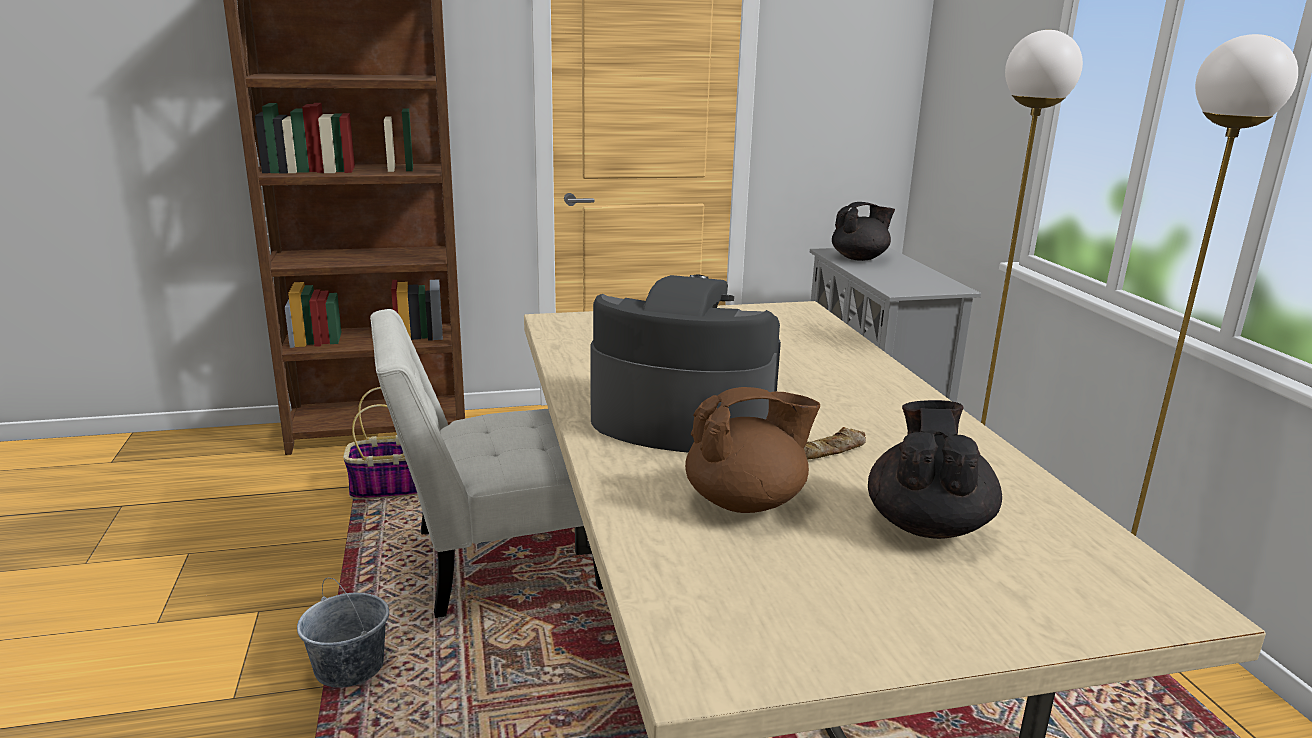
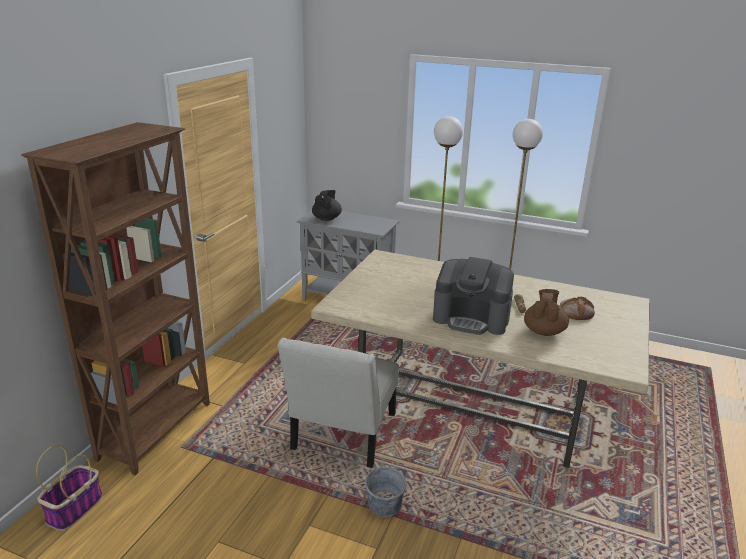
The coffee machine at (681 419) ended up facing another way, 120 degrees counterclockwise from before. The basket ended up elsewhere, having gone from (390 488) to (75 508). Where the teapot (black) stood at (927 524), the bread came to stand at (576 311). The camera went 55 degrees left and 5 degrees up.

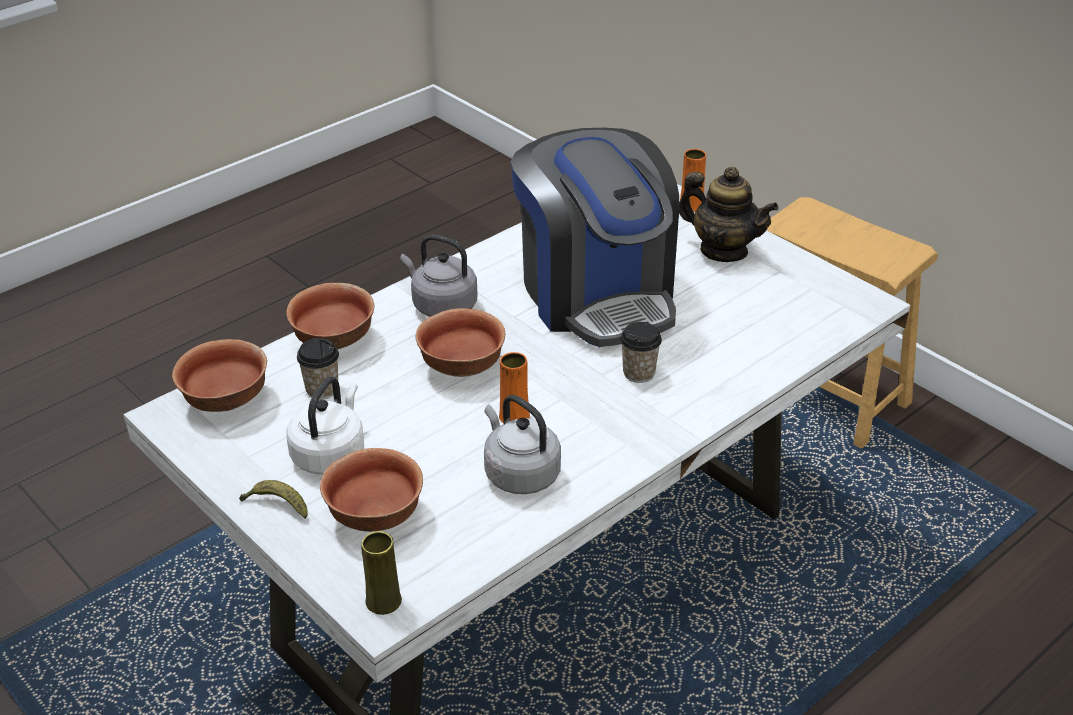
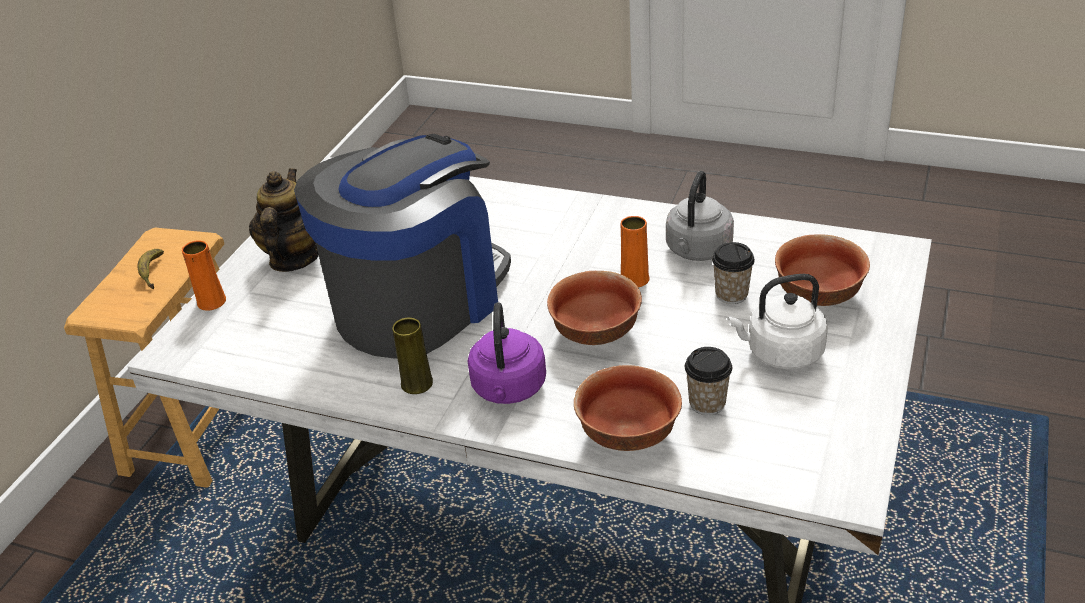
What was the kettle (grey) at (441 306) turned into the kettle (purple) at (509 389). The cup ended up elsewhere, having gone from (639 373) to (731 294). The second view lost the bowl at (227 402). The banana ended up elsewhere, having gone from (277 505) to (152 273). The vase (yellow) ended up elsewhere, having gone from (383 601) to (417 384). The camera went 115 degrees left and 0 degrees up.

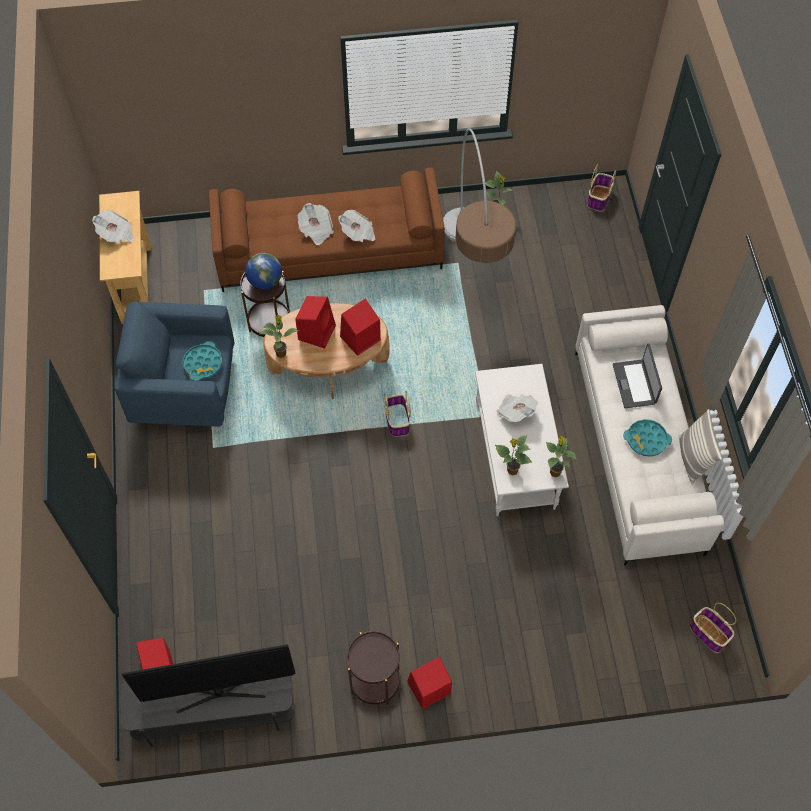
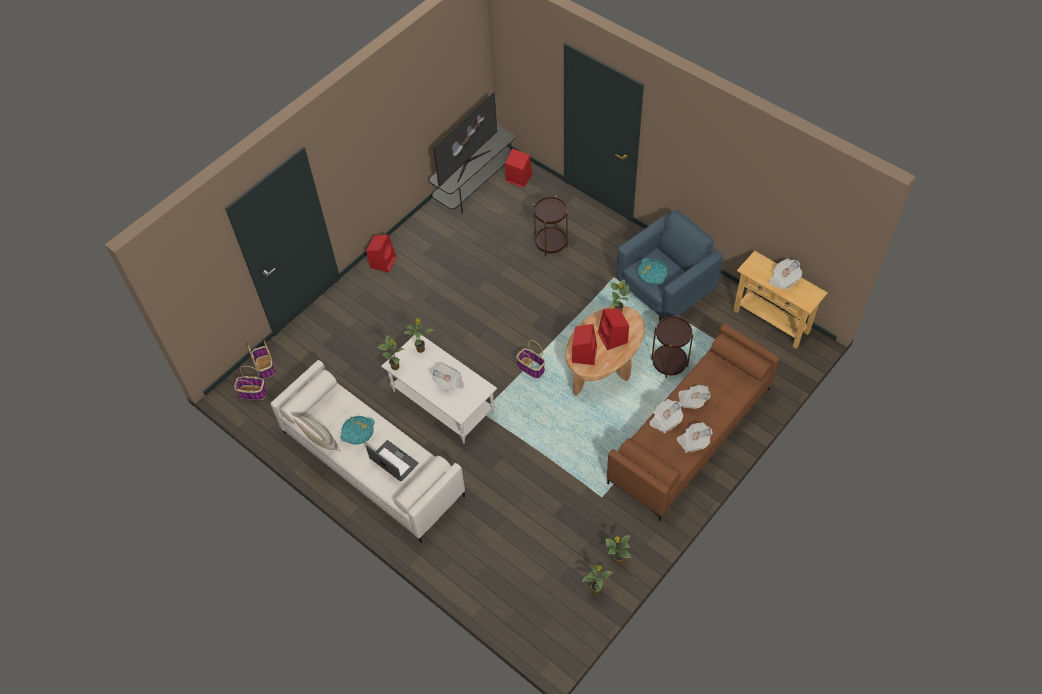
The second view lost the floor lamp at (472 273). The basket ended up elsewhere, having gone from (598 198) to (265 367). The second view lost the globe at (265 281). The side table (brown) ended up elsewhere, having gone from (375 681) to (551 243). The second view gained the newspaper at (693 441). The second view gained the potted plant at (596 590). The camera went 140 degrees right and 5 degrees down.

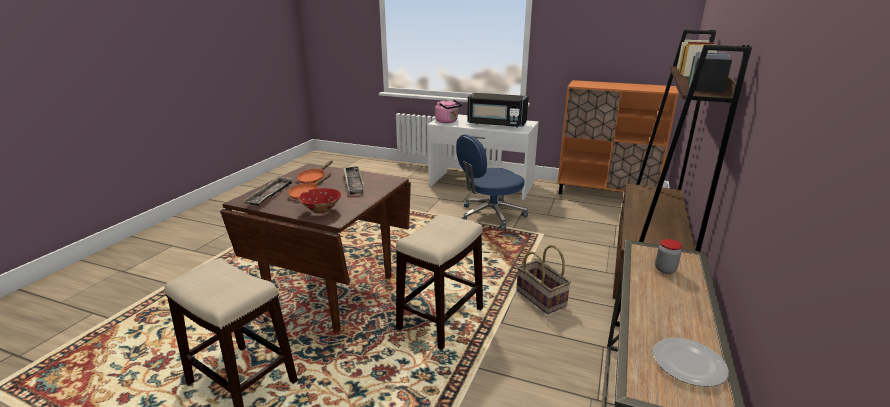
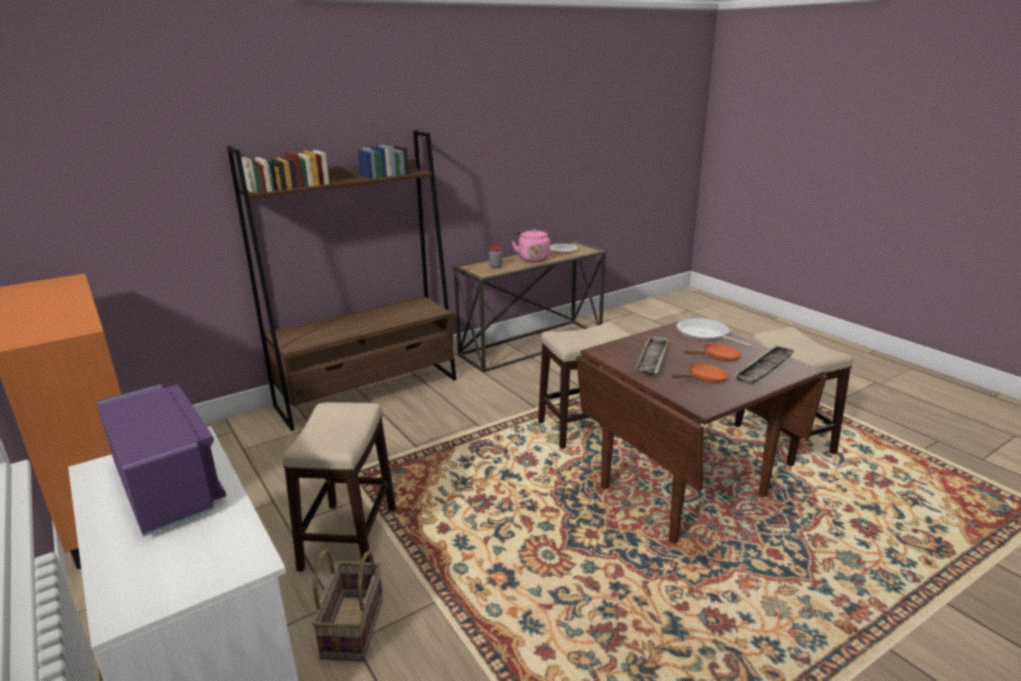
What was the microwave (black) at (496 124) turned into the microwave (purple) at (167 486). The kettle (pink) ended up elsewhere, having gone from (447 121) to (533 258). Where the office chair (blue) stood at (490 216), the stool came to stand at (349 538). Where the bowl (red) stood at (321 210), the frying pan came to stand at (705 335). The basket ended up elsewhere, having gone from (541 298) to (352 627). The camera went 145 degrees left and 0 degrees up.

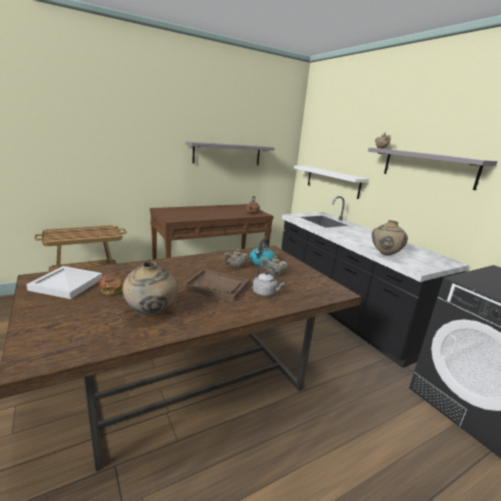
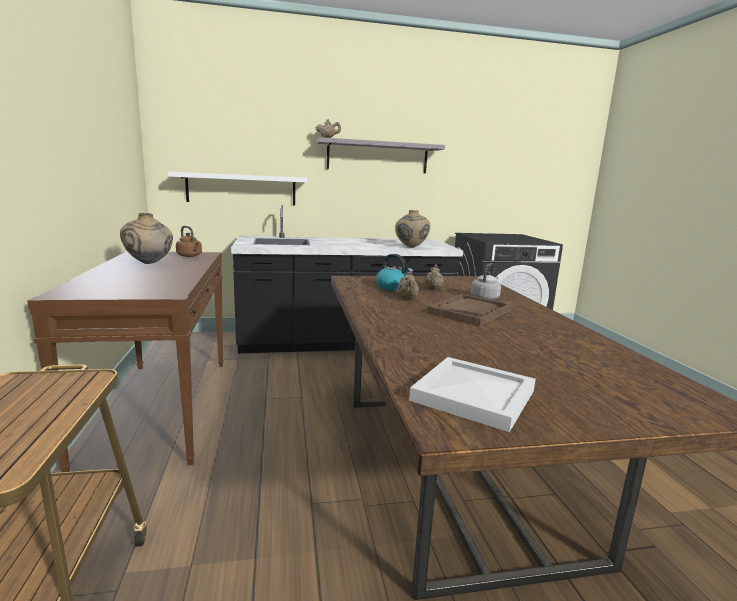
The second view lost the shelf (grey) at (227 154). The vase (beige) ended up elsewhere, having gone from (151 313) to (149 263). The second view lost the bread at (111 290). The camera went 70 degrees left and 5 degrees down.

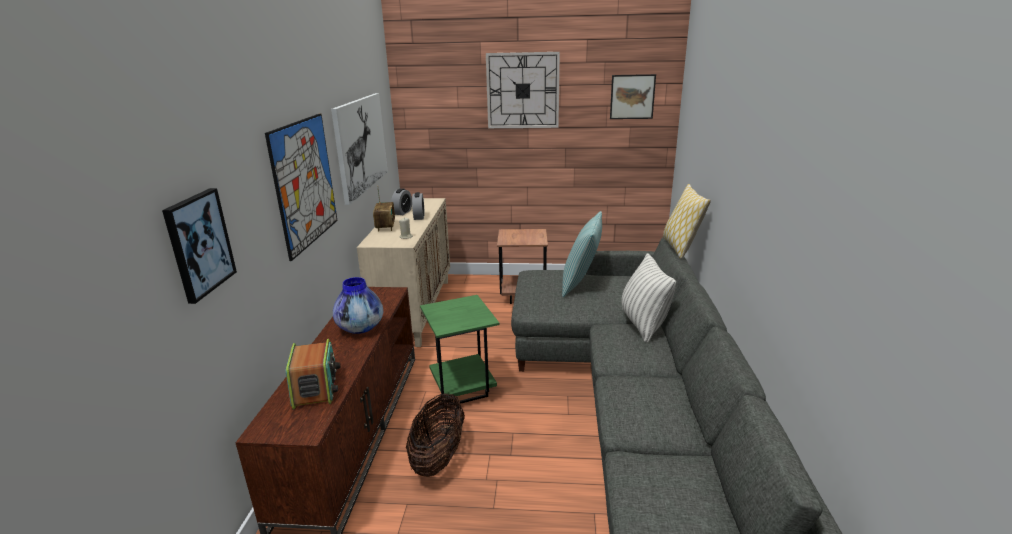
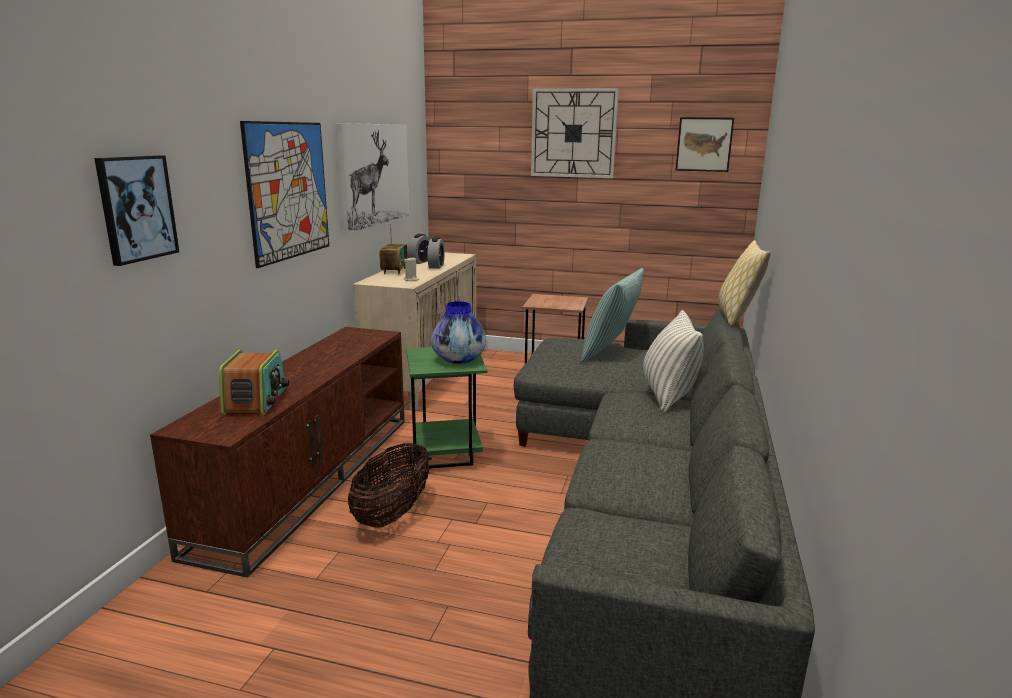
The vase ended up elsewhere, having gone from (361 328) to (459 360). The camera went 10 degrees right and 5 degrees down.

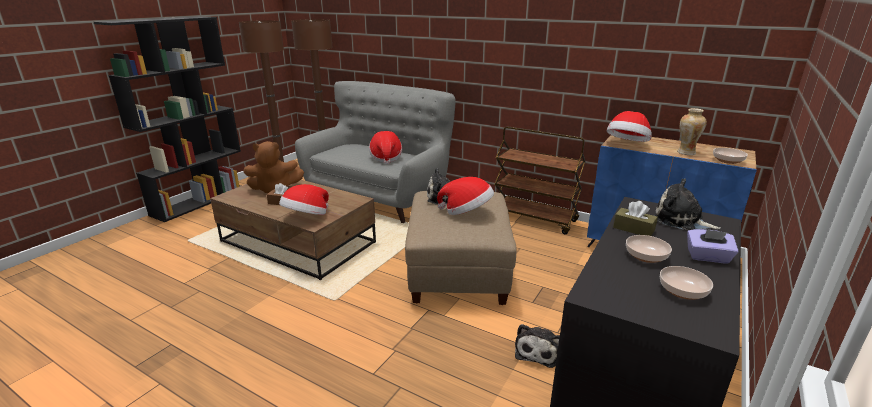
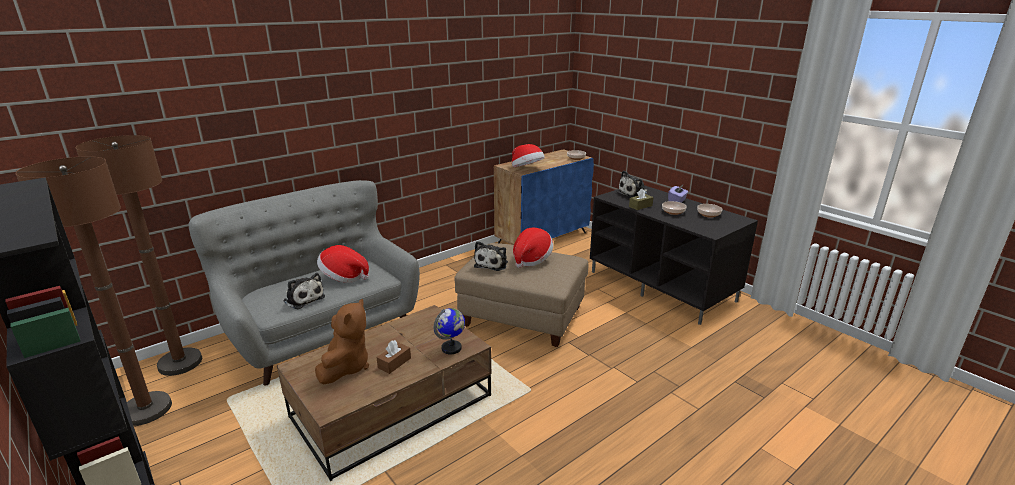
The second view lost the vase at (686 152). The second view lost the cart (brown) at (534 218). Where the hat stood at (306 217), the globe came to stand at (451 348). The plush toy ended up elsewhere, having gone from (538 351) to (303 298). The camera went 70 degrees left and 0 degrees up.

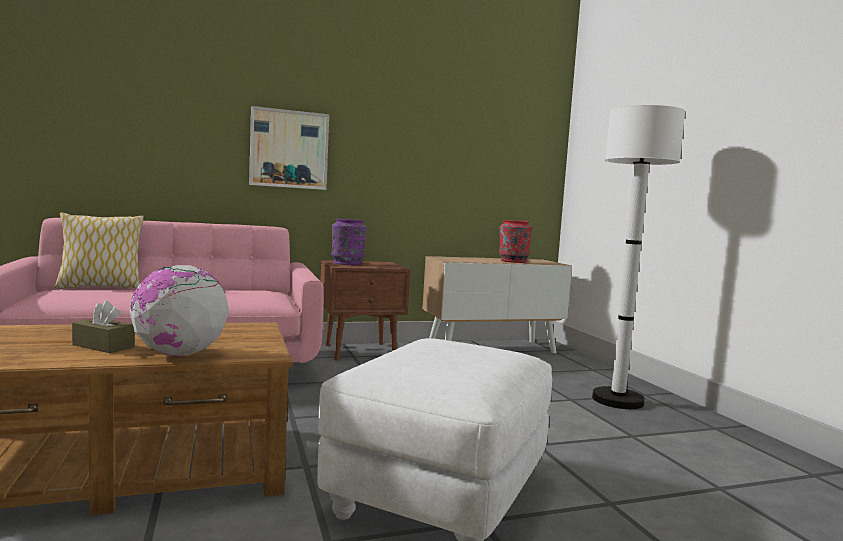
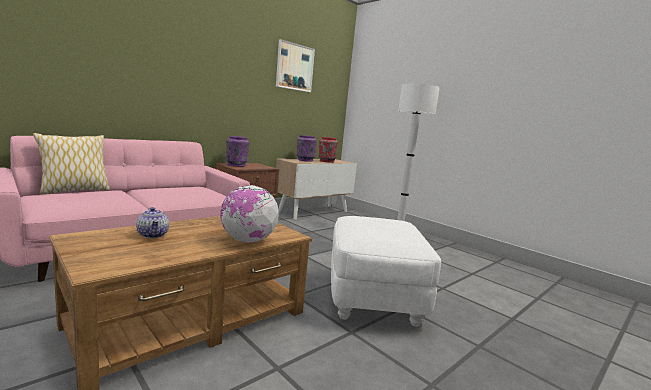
The picture ended up elsewhere, having gone from (289 149) to (294 67). The second view lost the tissue box (brown) at (103 346). The second view gained the vase (purple) at (305 160). The second view gained the teapot at (153 235). The camera went 25 degrees left and 5 degrees up.

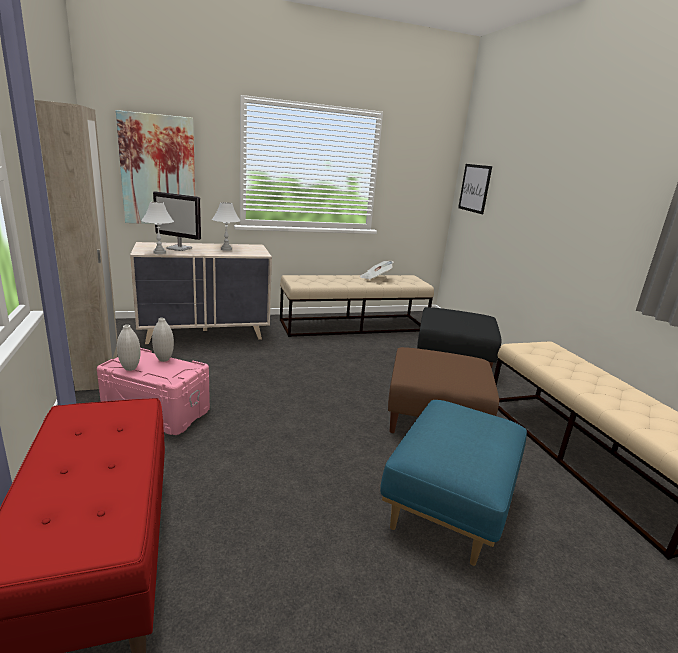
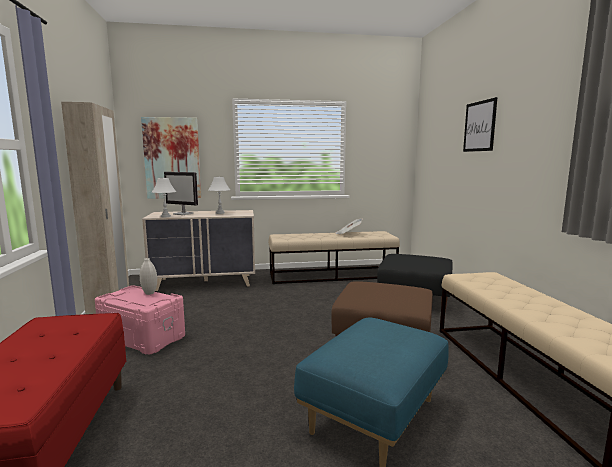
The picture ended up elsewhere, having gone from (474 188) to (479 126). The second view lost the vase (white) at (130 368). The camera went 10 degrees right and 10 degrees down.

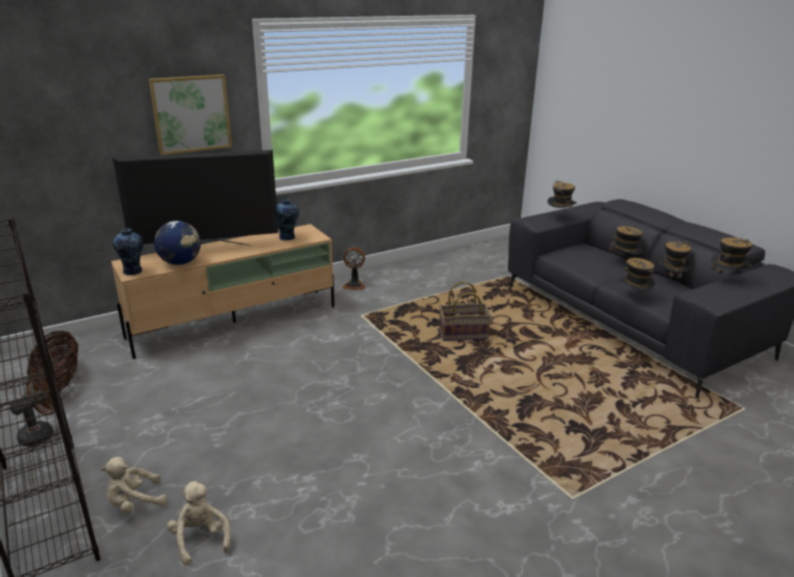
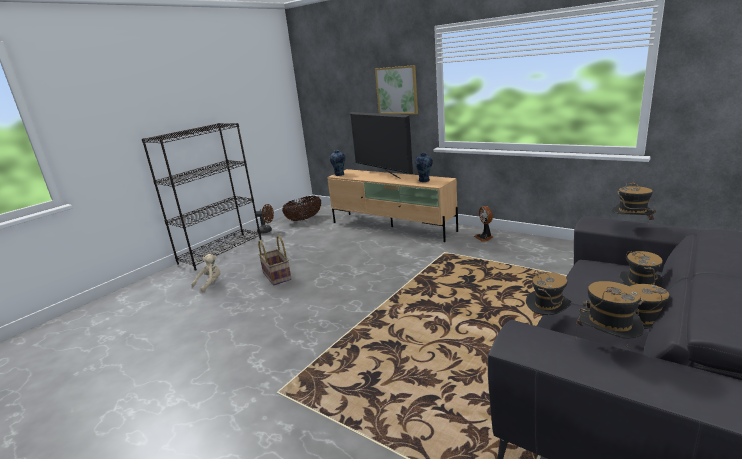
The second view lost the globe at (180 262). The basket ended up elsewhere, having gone from (463 334) to (277 276). The second view lost the plush toy (beige) at (135 503). The camera went 70 degrees right and 5 degrees down.

